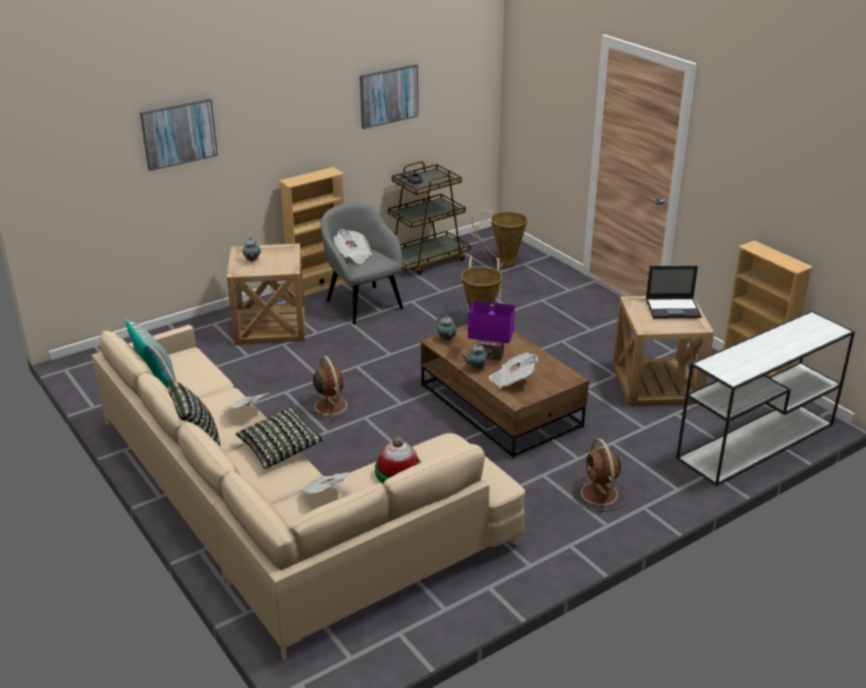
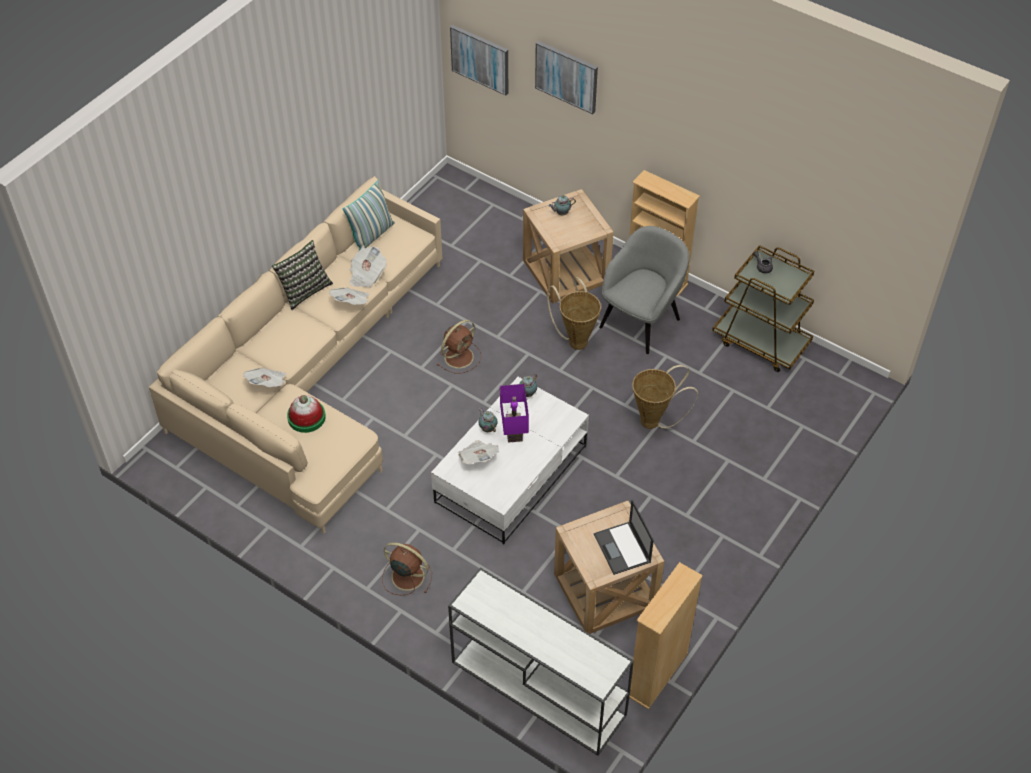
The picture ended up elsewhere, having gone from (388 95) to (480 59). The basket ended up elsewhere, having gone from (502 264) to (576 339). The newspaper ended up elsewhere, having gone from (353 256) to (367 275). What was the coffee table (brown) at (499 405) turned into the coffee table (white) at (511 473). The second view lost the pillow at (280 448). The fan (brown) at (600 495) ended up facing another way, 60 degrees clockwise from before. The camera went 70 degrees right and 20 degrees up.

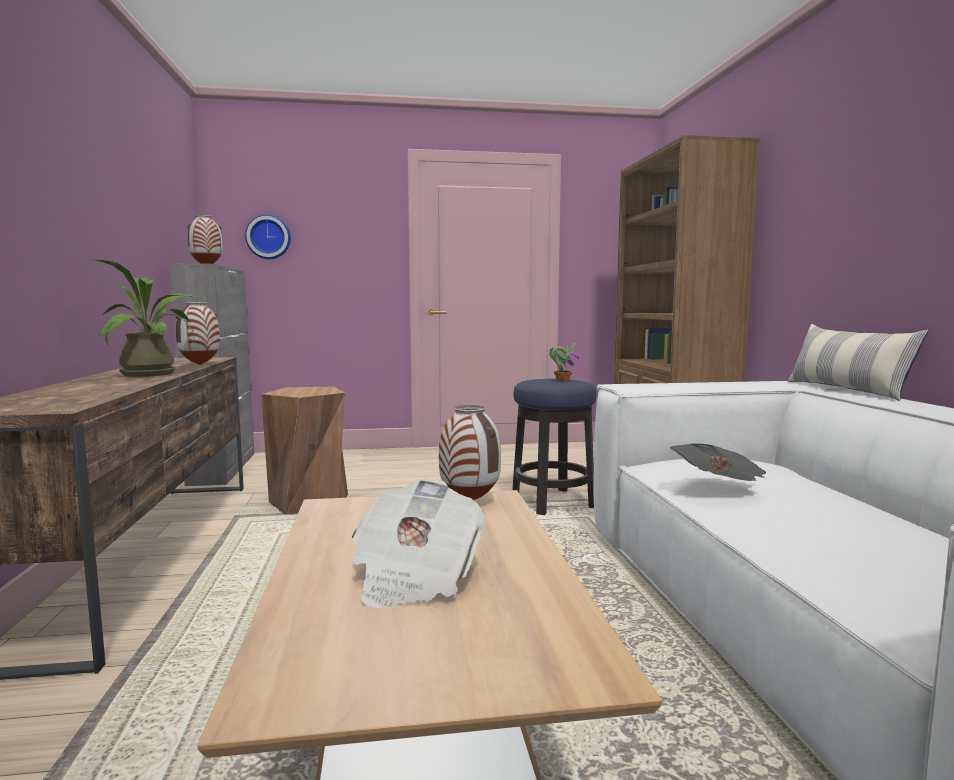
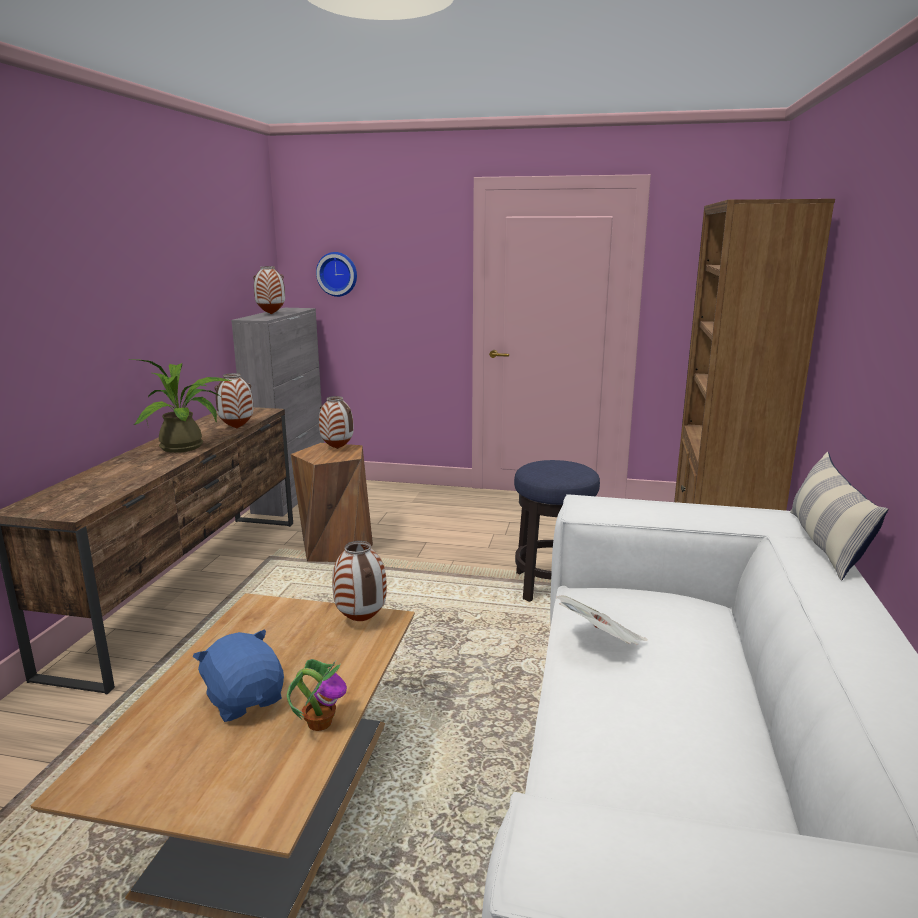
The potted plant ended up elsewhere, having gone from (562 380) to (319 722). Where the newspaper stood at (414 576), the plush toy (blue) came to stand at (245 699). The second view gained the vase at (338 448). The camera went 20 degrees right and 10 degrees up.

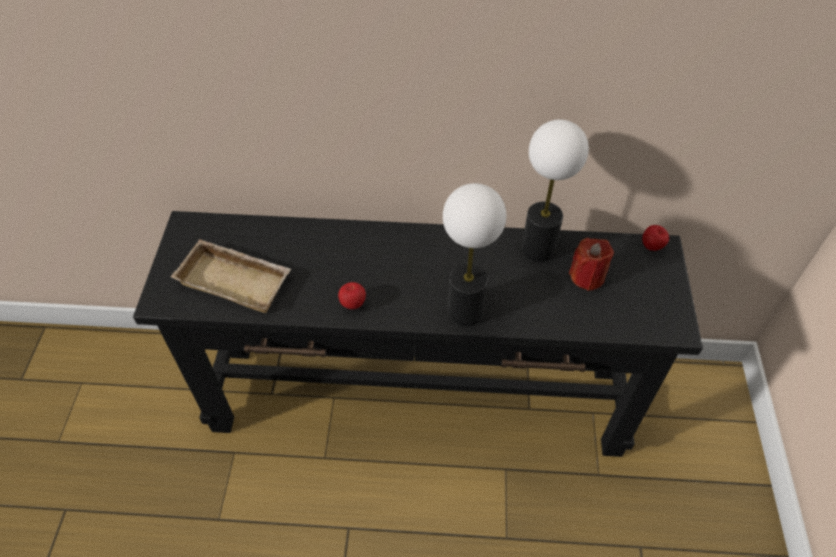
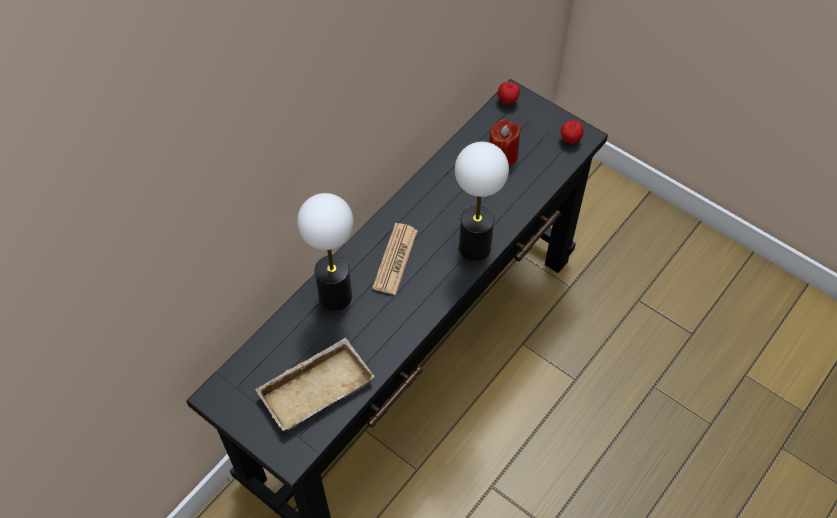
The table lamp ended up elsewhere, having gone from (537 249) to (335 296). The apple ended up elsewhere, having gone from (353 304) to (570 140). The second view gained the newspaper at (395 259). The camera went 55 degrees left and 5 degrees up.

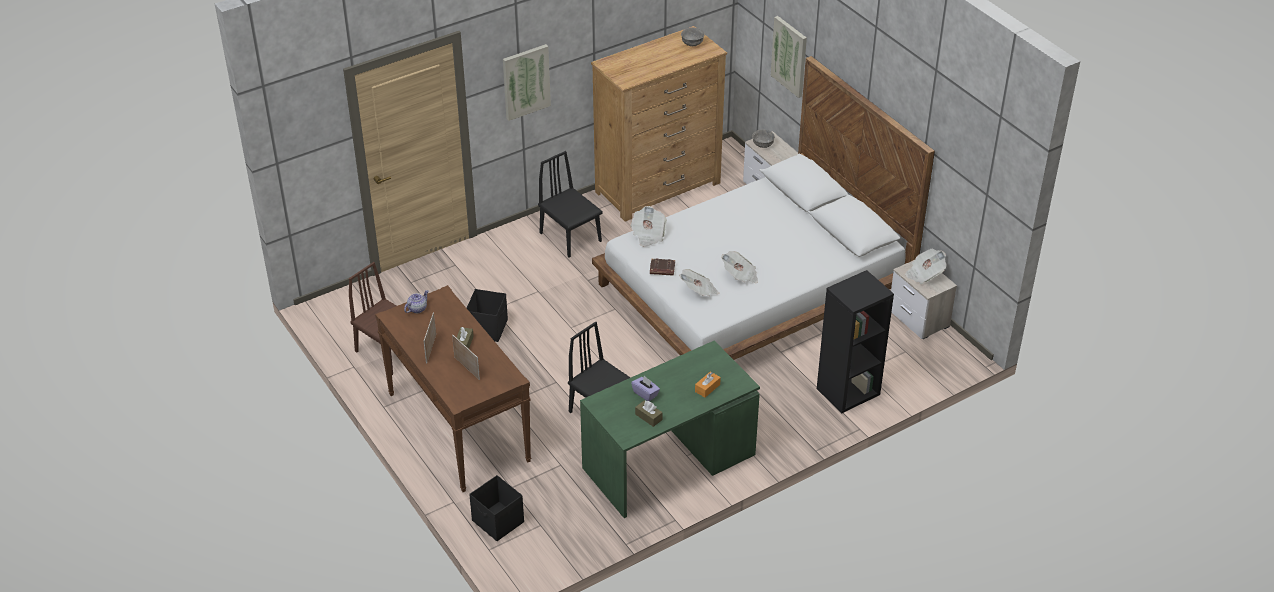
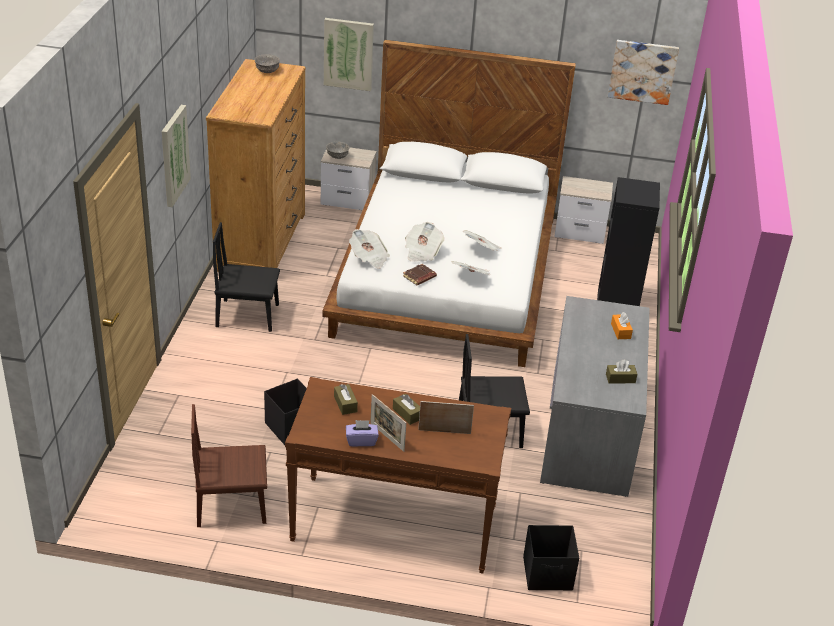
The newspaper ended up elsewhere, having gone from (924 274) to (422 252). The second view lost the teapot at (417 308). What was the desk (green) at (668 463) turned into the desk (grey) at (590 433). The tissue box (purple) ended up elsewhere, having gone from (645 394) to (361 441). The second view gained the picture at (642 71). The second view gained the tissue box (brown) at (345 404). The camera went 50 degrees left and 5 degrees down.

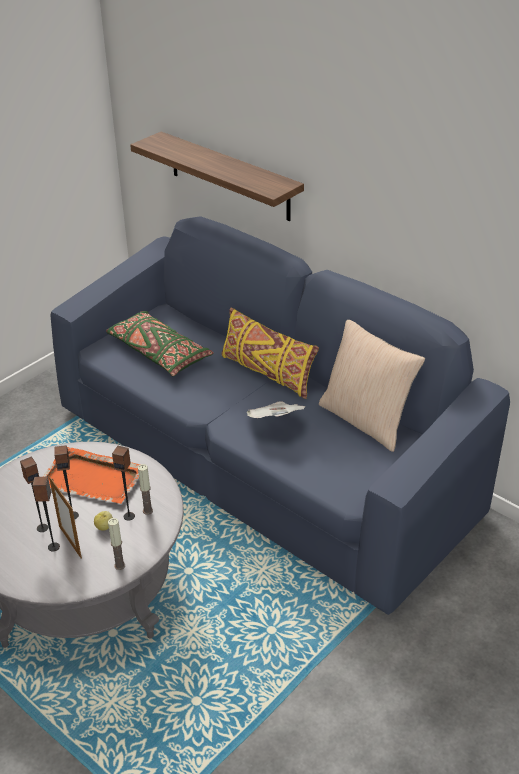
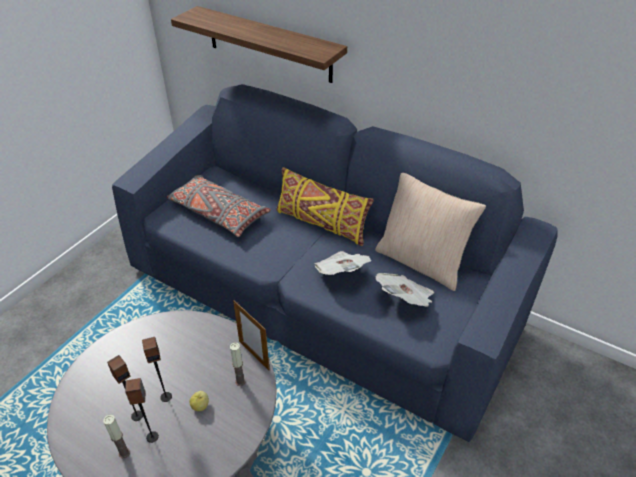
What was the pillow (green) at (158 352) turned into the pillow (grey) at (218 213). The second view lost the speaker at (129 516). The second view lost the tray (orange) at (93 478). The picture frame ended up elsewhere, having gone from (70 542) to (254 355). The candle ended up elsewhere, having gone from (119 565) to (124 453). The second view gained the newspaper at (405 299). The camera went 10 degrees left and 5 degrees up.

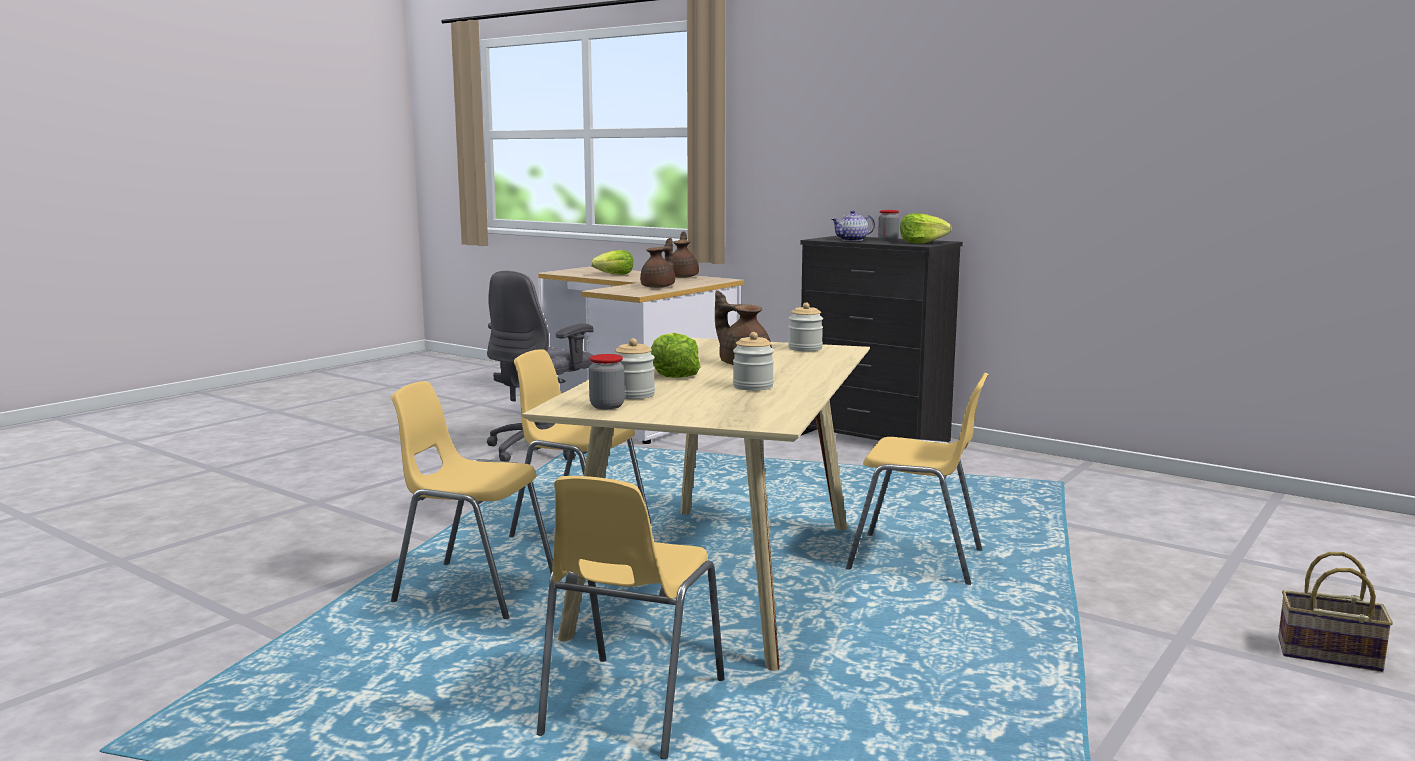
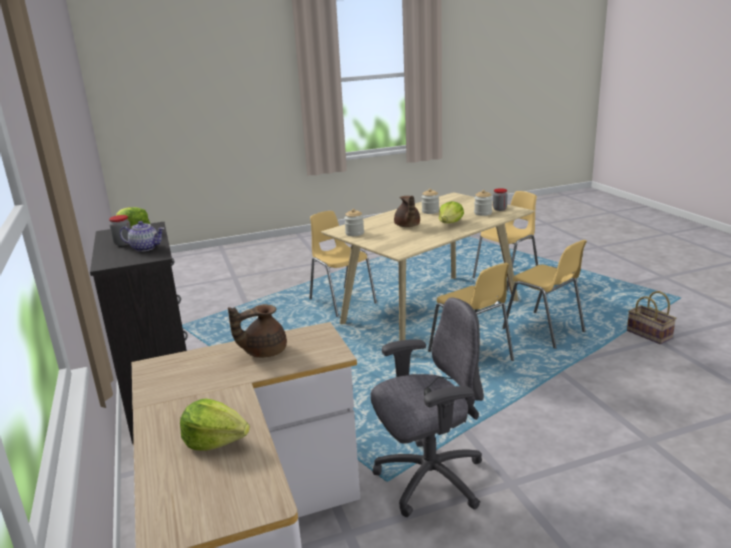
The second view lost the teapot (brown) at (683 277). The basket ended up elsewhere, having gone from (1326 654) to (650 334). The camera went 145 degrees left and 10 degrees up.

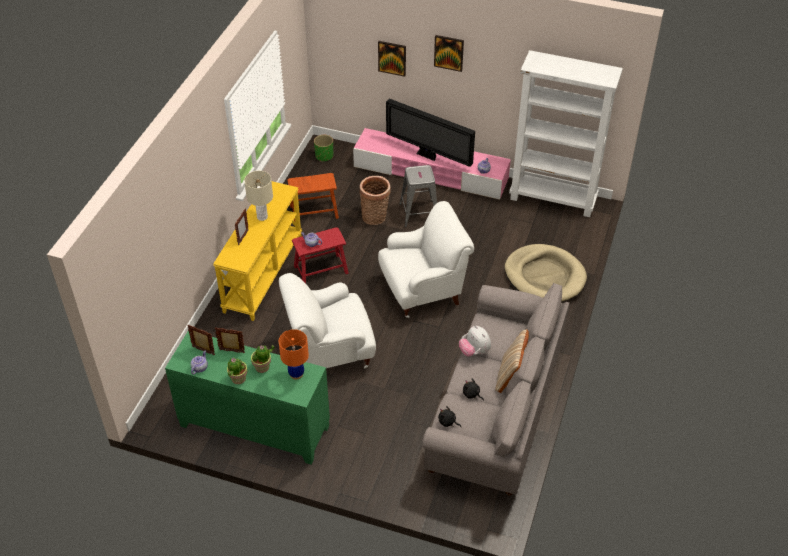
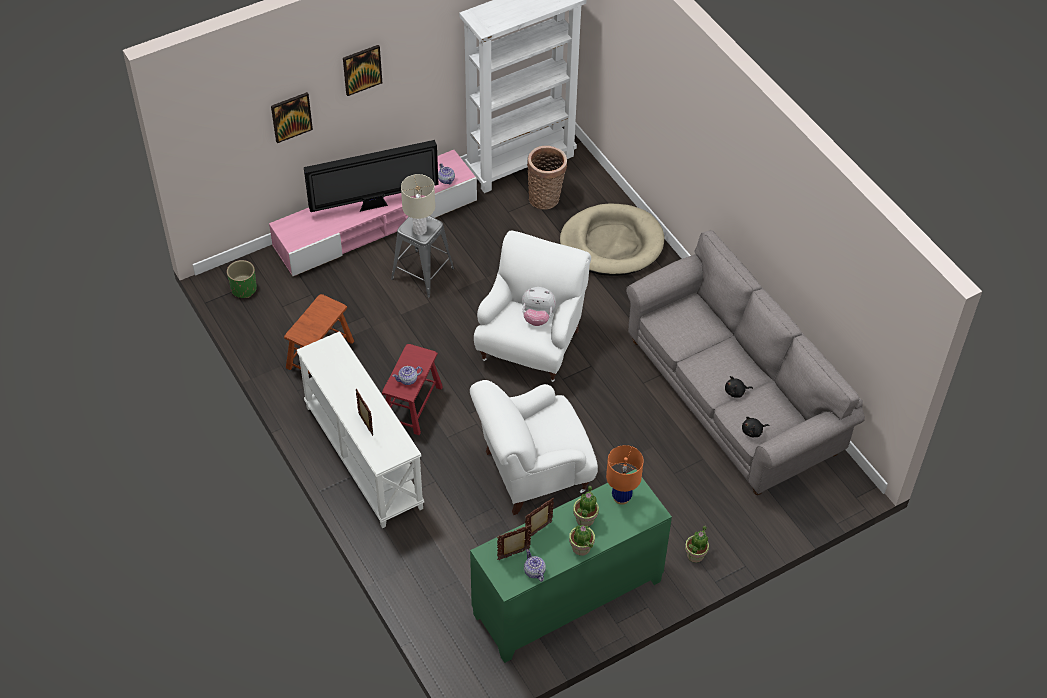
The table lamp (beige) ended up elsewhere, having gone from (262 217) to (419 230). The basket ended up elsewhere, having gone from (375 217) to (546 197). What was the console table (yellow) at (262 273) turned into the console table (white) at (362 457). The armchair (white) at (330 351) ended up facing another way, 45 degrees clockwise from before. The plush toy ended up elsewhere, having gone from (474 351) to (537 317). The second view lost the pillow (beige) at (510 376). The second view gained the potted plant at (695 555). The camera went 50 degrees left and 5 degrees up.

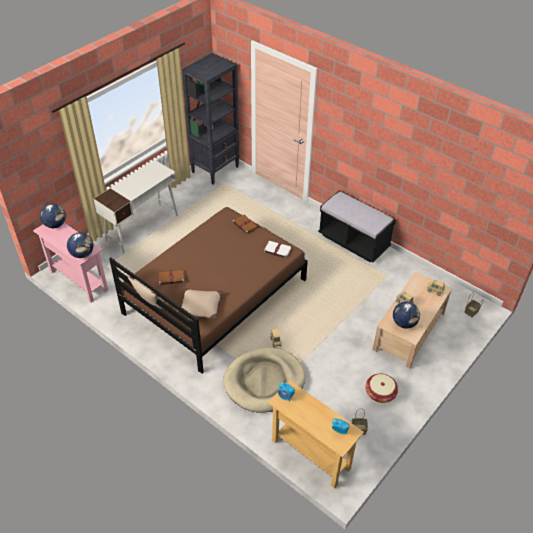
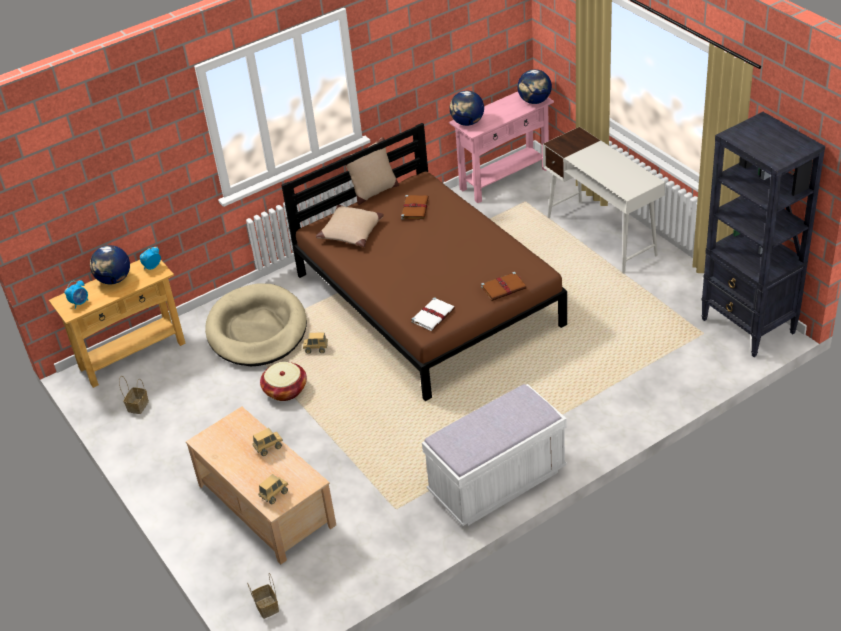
What was the bench (black) at (353 241) turned into the bench (white) at (497 482). The globe ended up elsewhere, having gone from (404 323) to (114 280). The basket ended up elsewhere, having gone from (380 393) to (285 390). The camera went 110 degrees right and 5 degrees down.

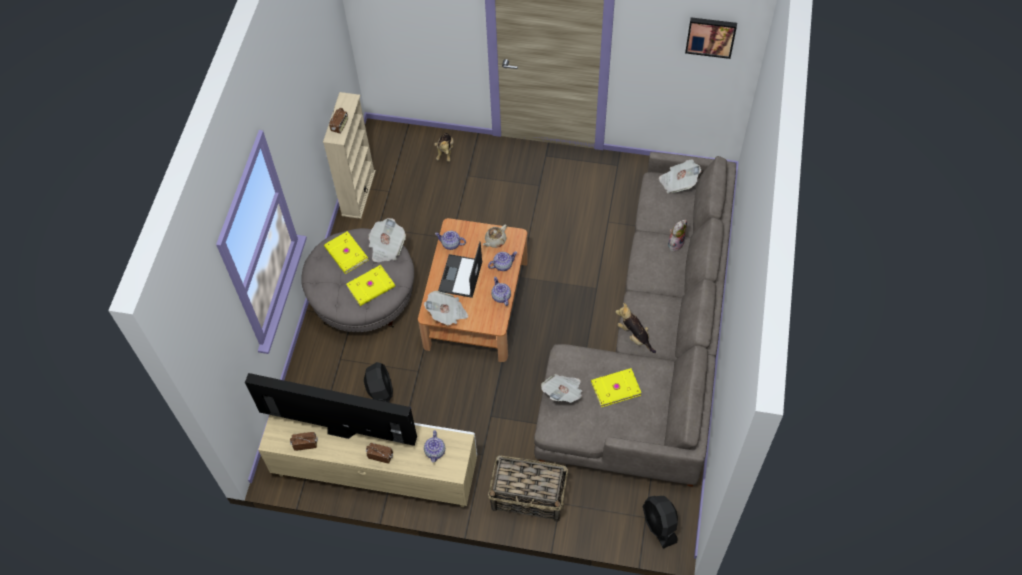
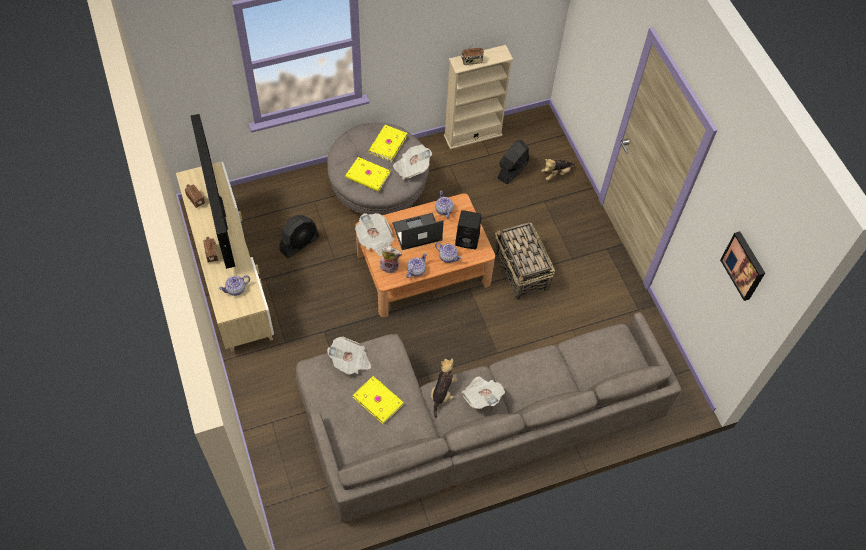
The newspaper ended up elsewhere, having gone from (678 182) to (482 396). The plush toy ended up elsewhere, having gone from (675 243) to (390 266). Where the teapot (beige) stood at (495 241), the speaker (black) came to stand at (468 240). The basket ended up elsewhere, having gone from (529 497) to (521 271). The fan (black) ended up elsewhere, having gone from (659 525) to (512 170). The camera went 55 degrees right and 0 degrees up.

